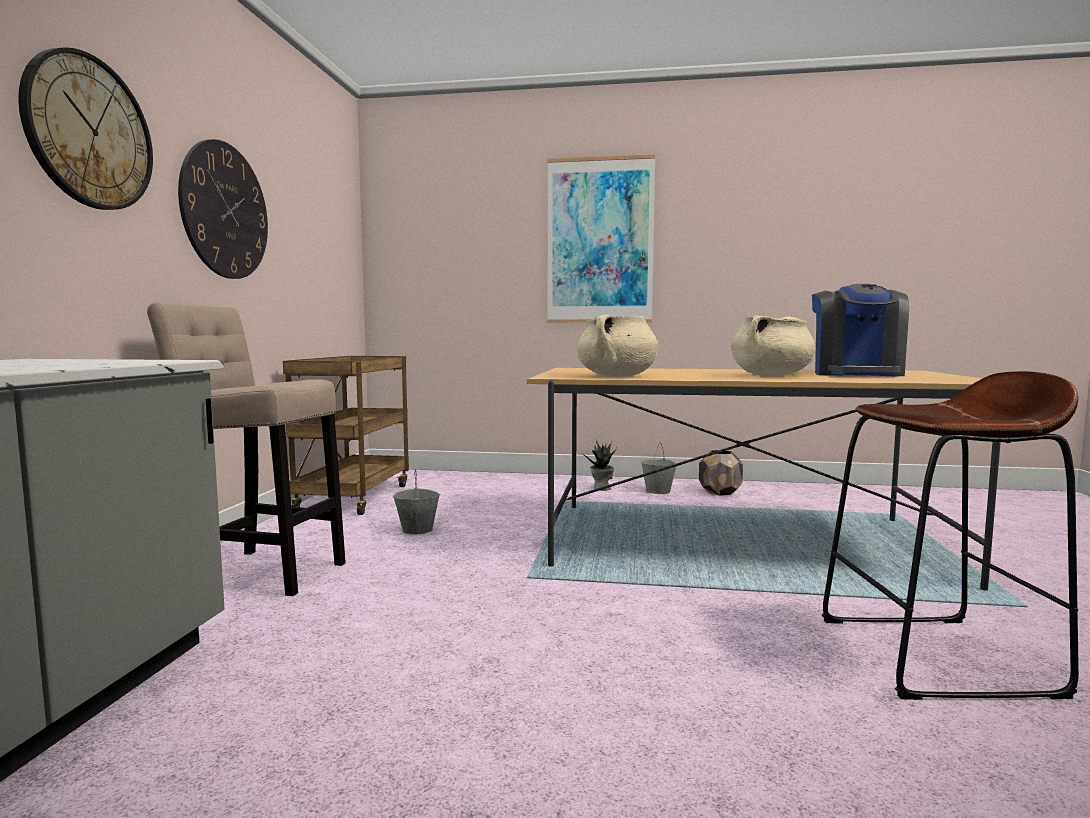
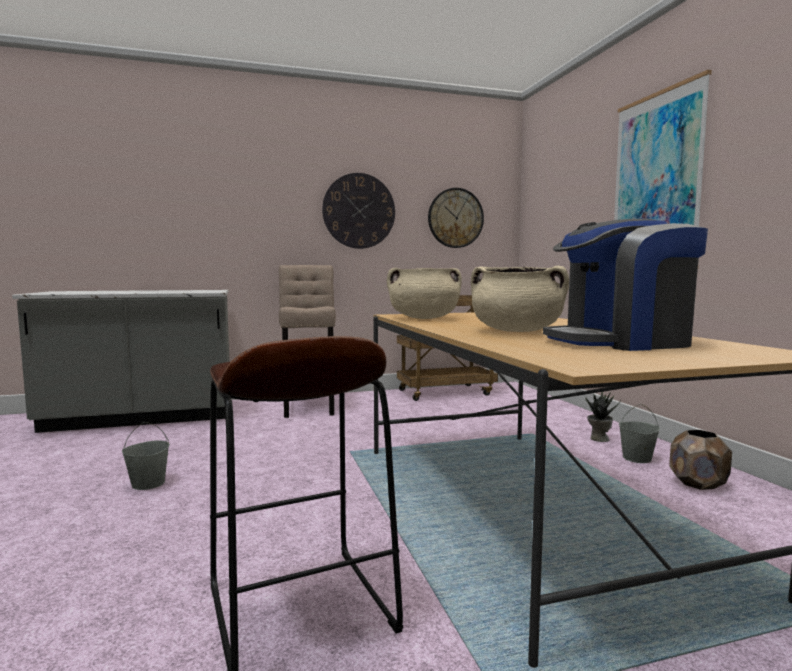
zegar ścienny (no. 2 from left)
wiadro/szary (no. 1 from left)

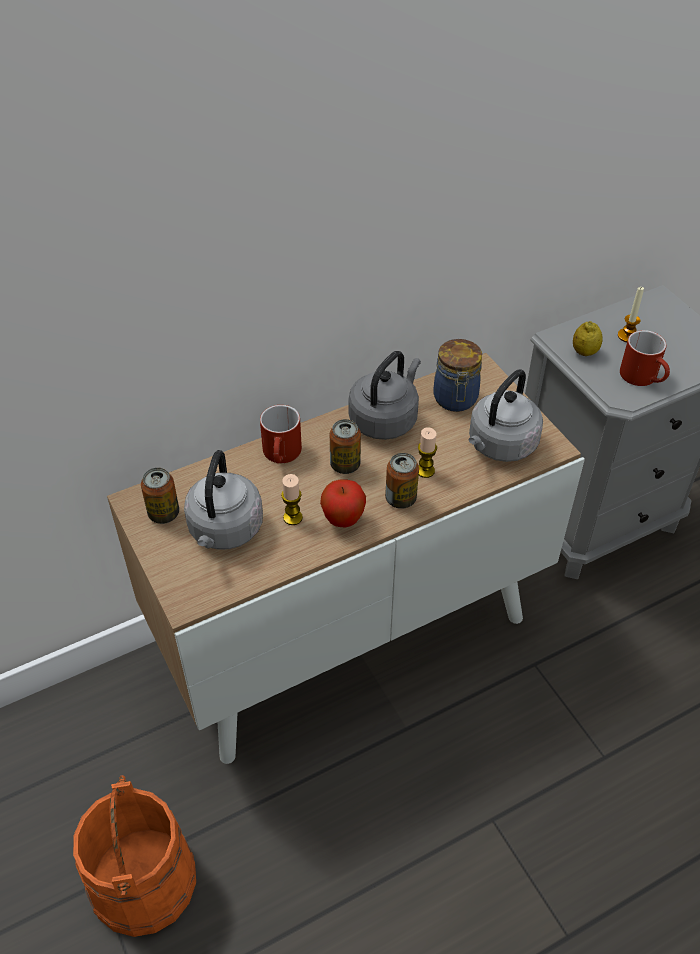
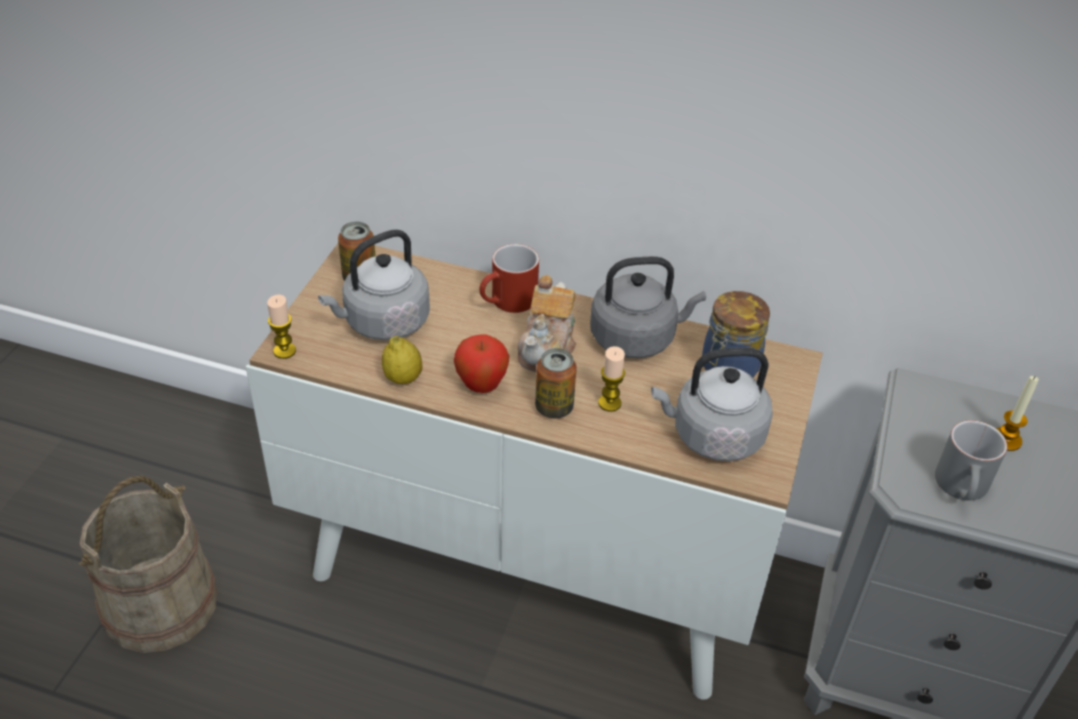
cytryna
kubek/szary
imbryk
świeca (no. 1 from left)
wiadro/beżowy

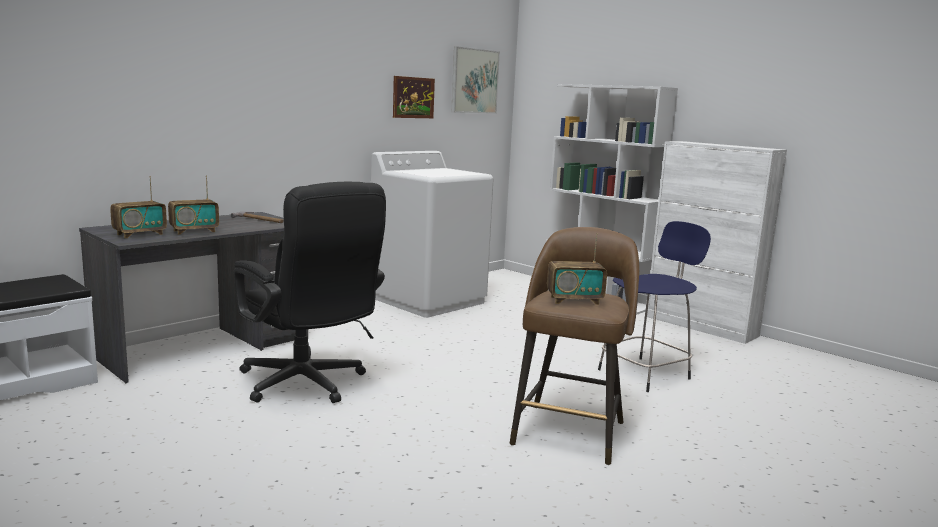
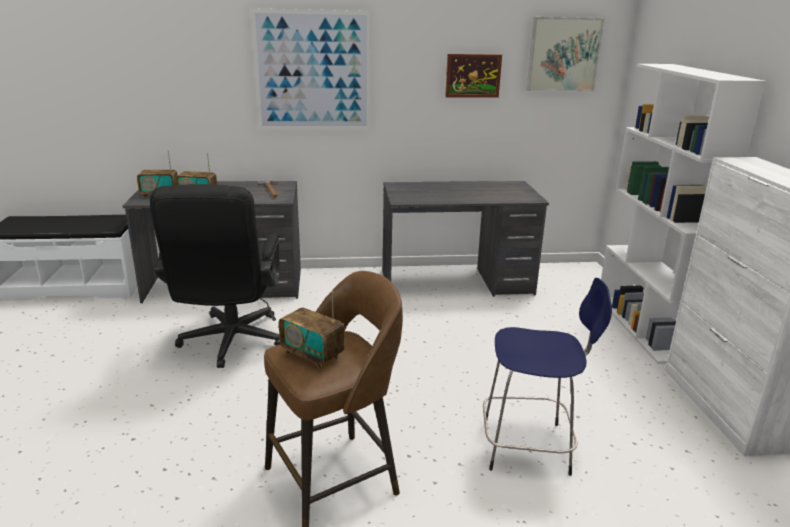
biurko/szary (no. 2 from left)
obraz (no. 1 from left)

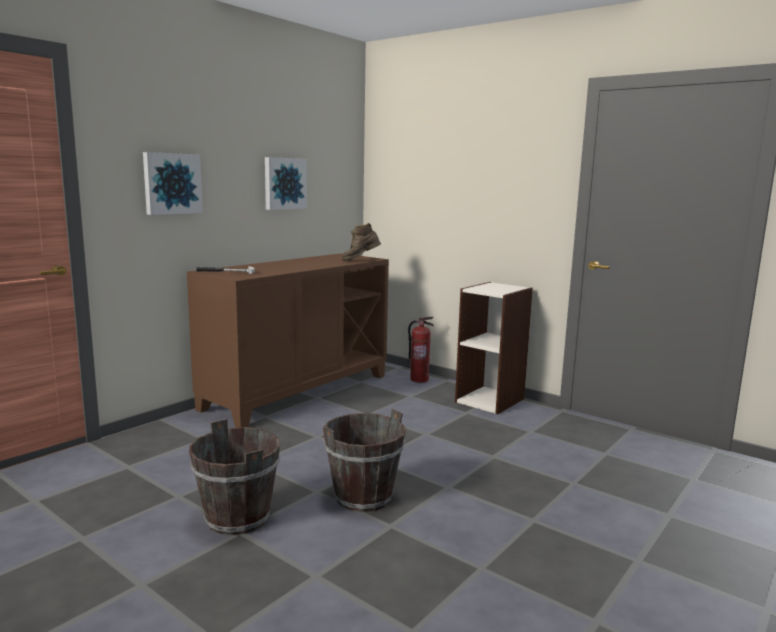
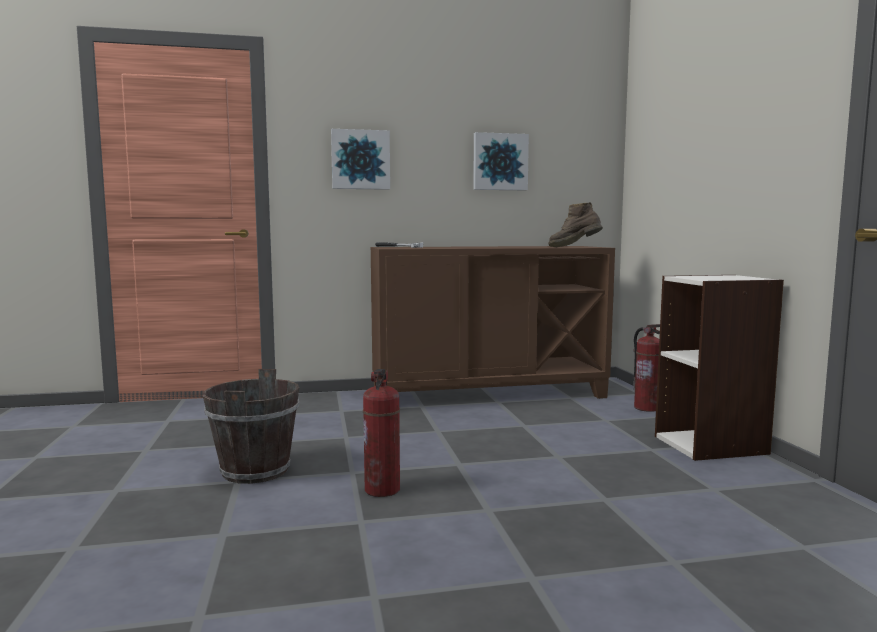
gaśnica (no. 1 from left)

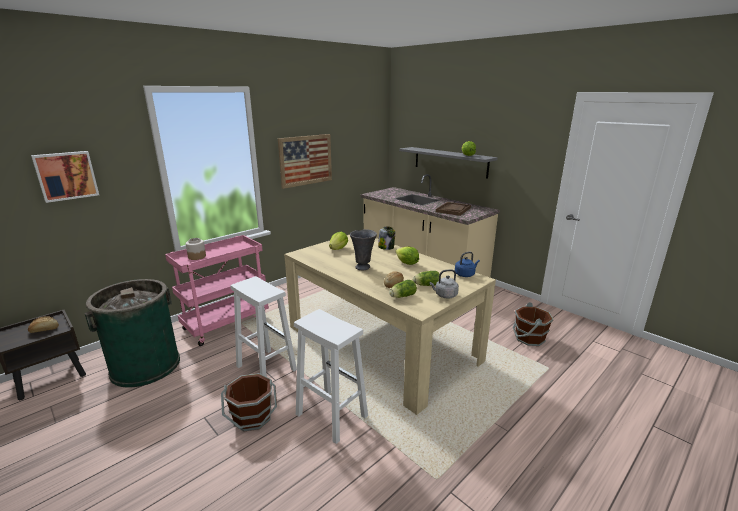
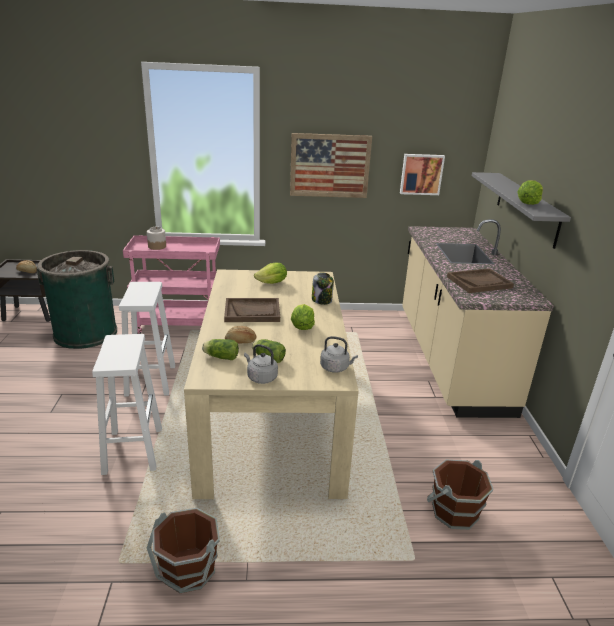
obraz (no. 2 from left)
taca/brązowy (no. 1 from left)
czajnik/szary (no. 2 from left)
wiadro/brązowy (no. 1 from left)

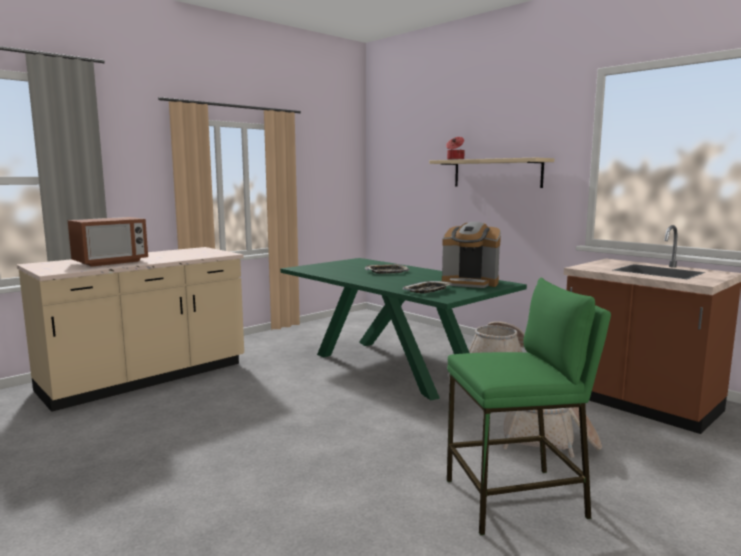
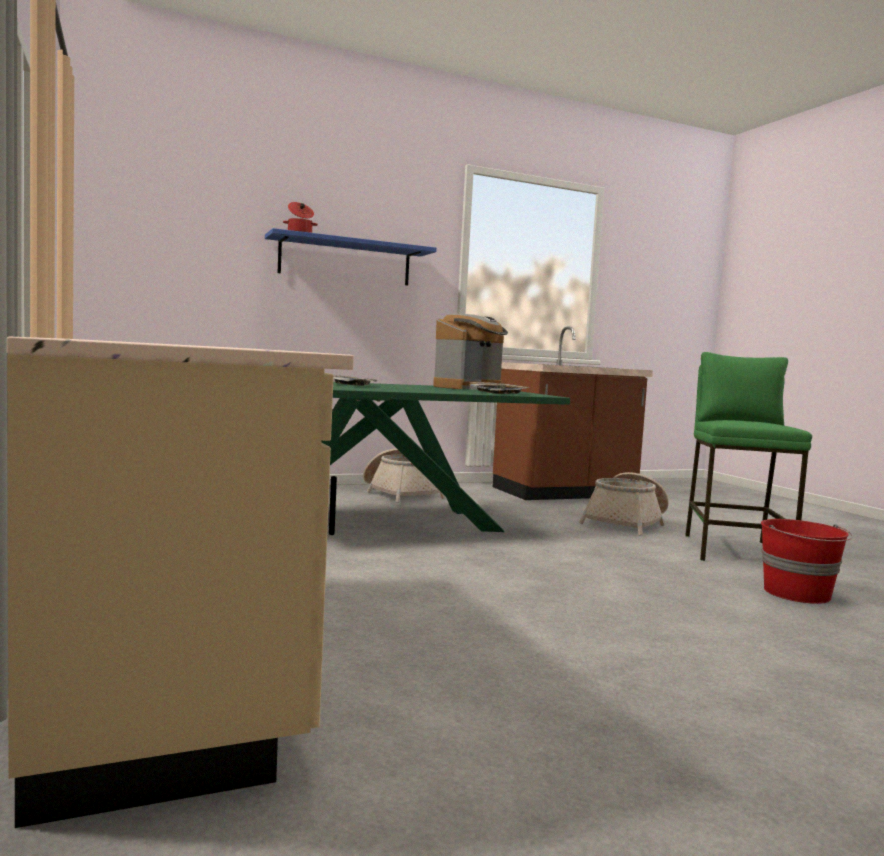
półka/niebieski
mikrofalówka
wiadro/czerwony

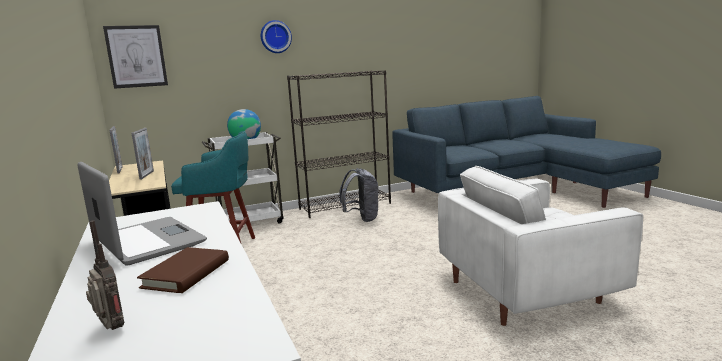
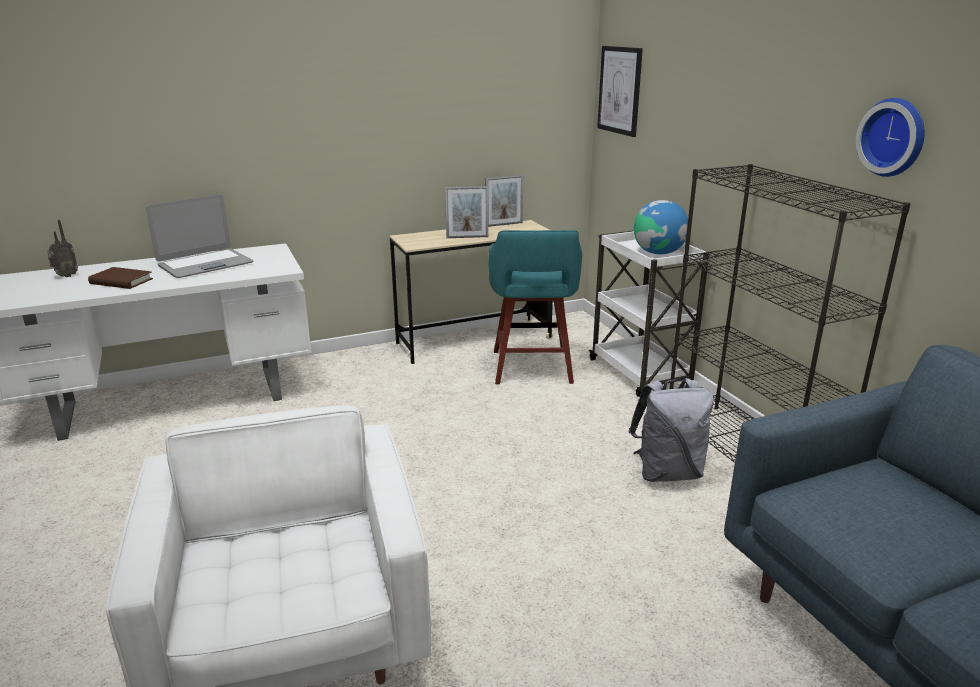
zegar ścienny

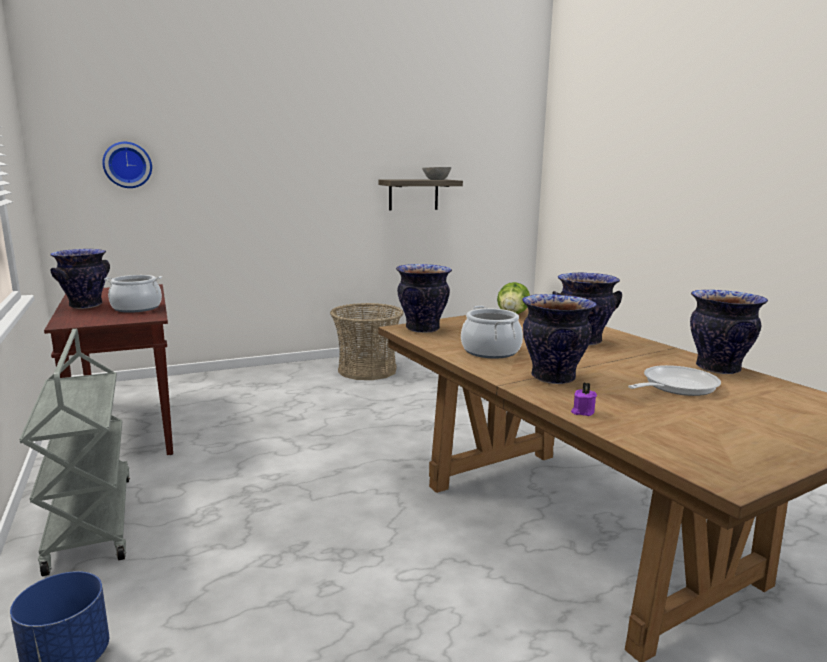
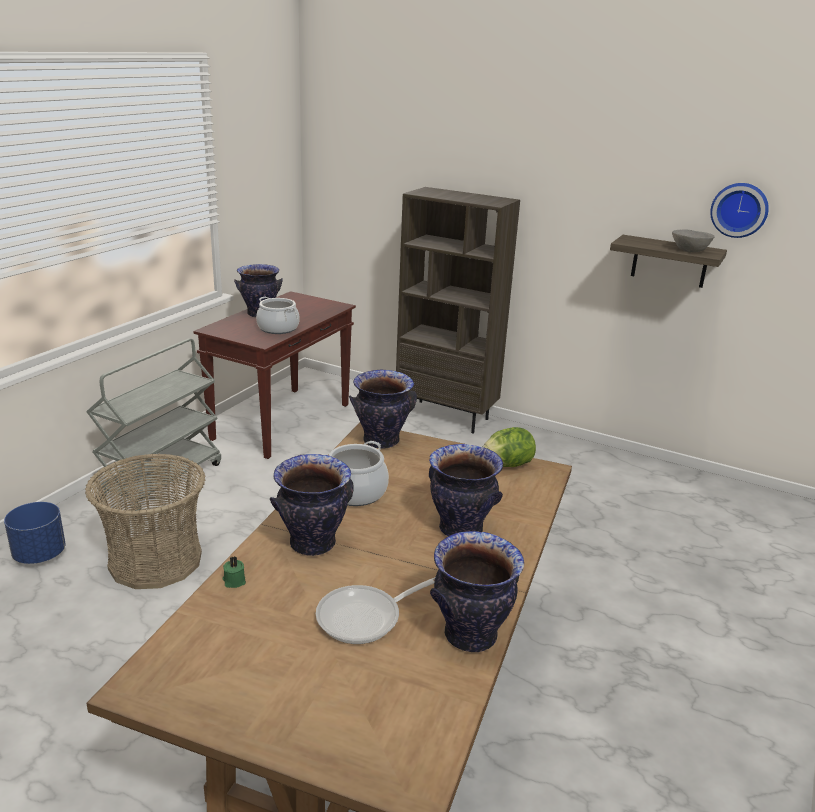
zegar ścienny
koszyk
patelnia
świeca/zielony
regał/brązowy

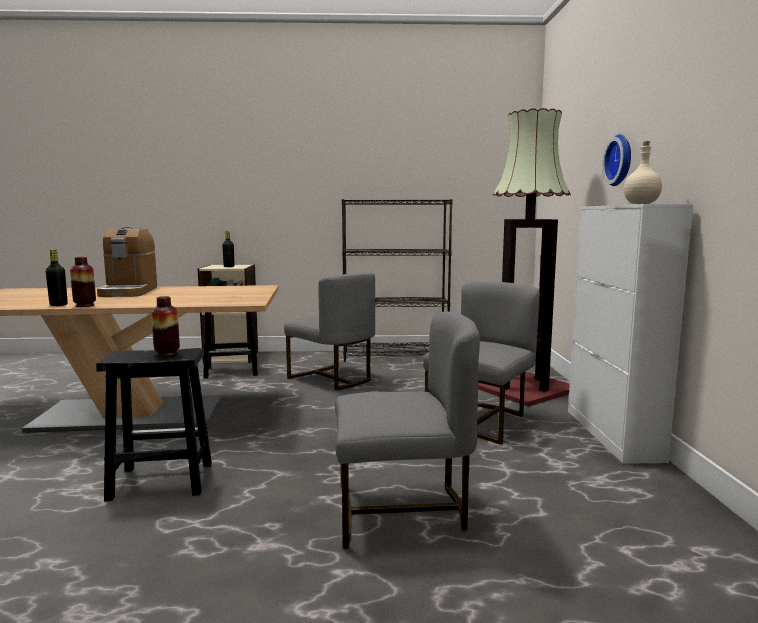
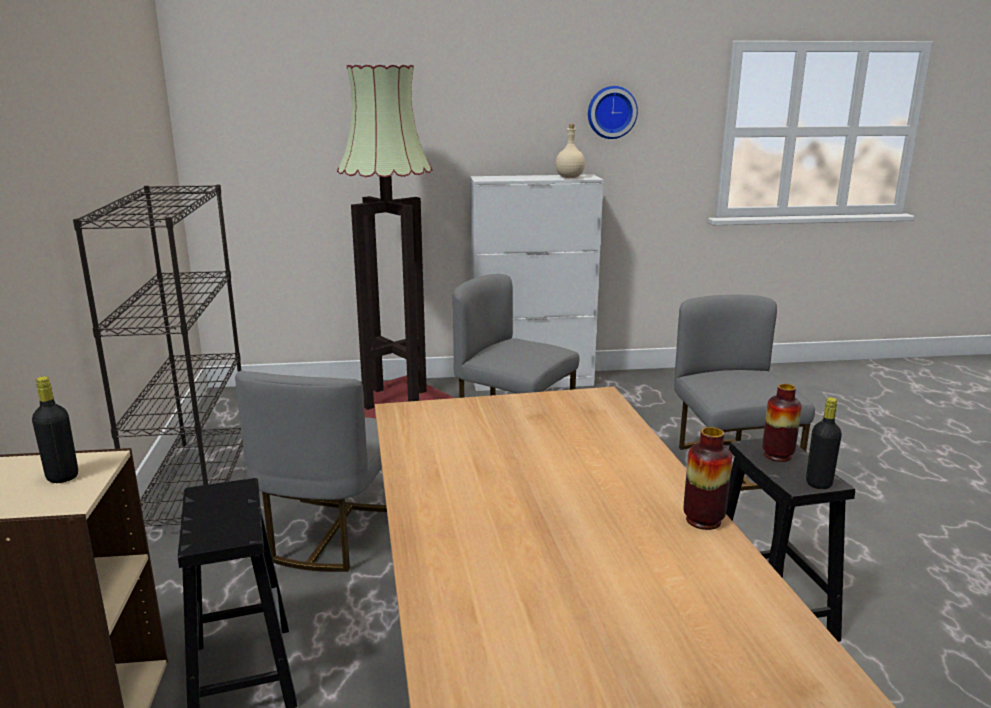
zegar ścienny
ekspres do kawy
butelka/czarny (no. 2 from left)
krzesło/szary (no. 1 from left)

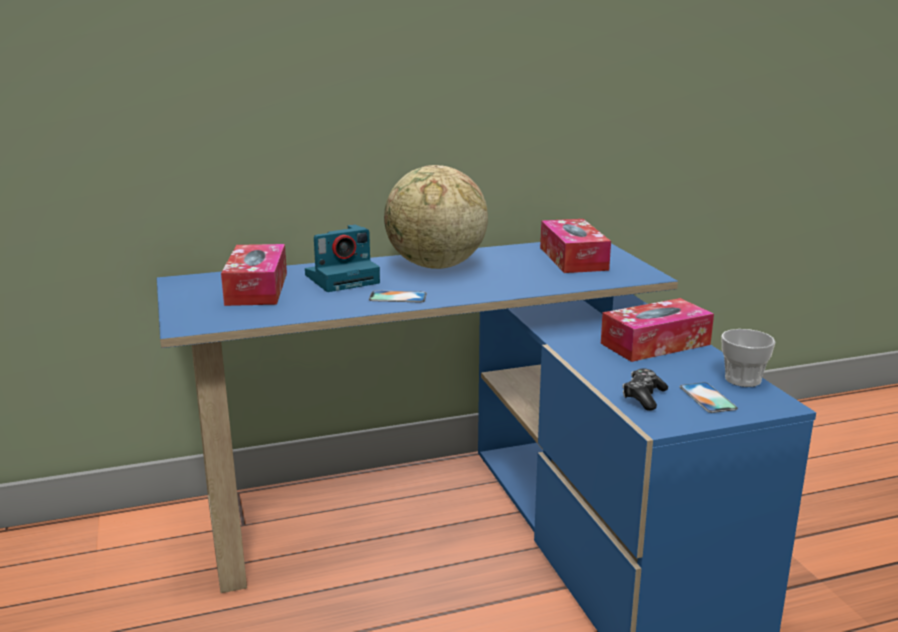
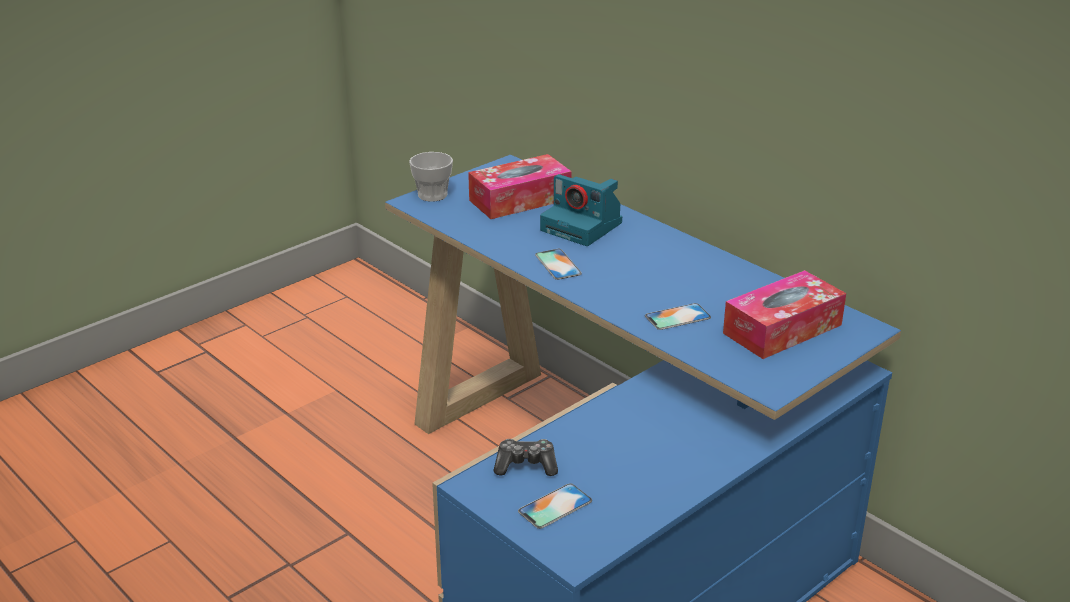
globus
pudełko chusteczek (no. 3 from left in the first image)
filiżanka
telefon (no. 3 from left)

